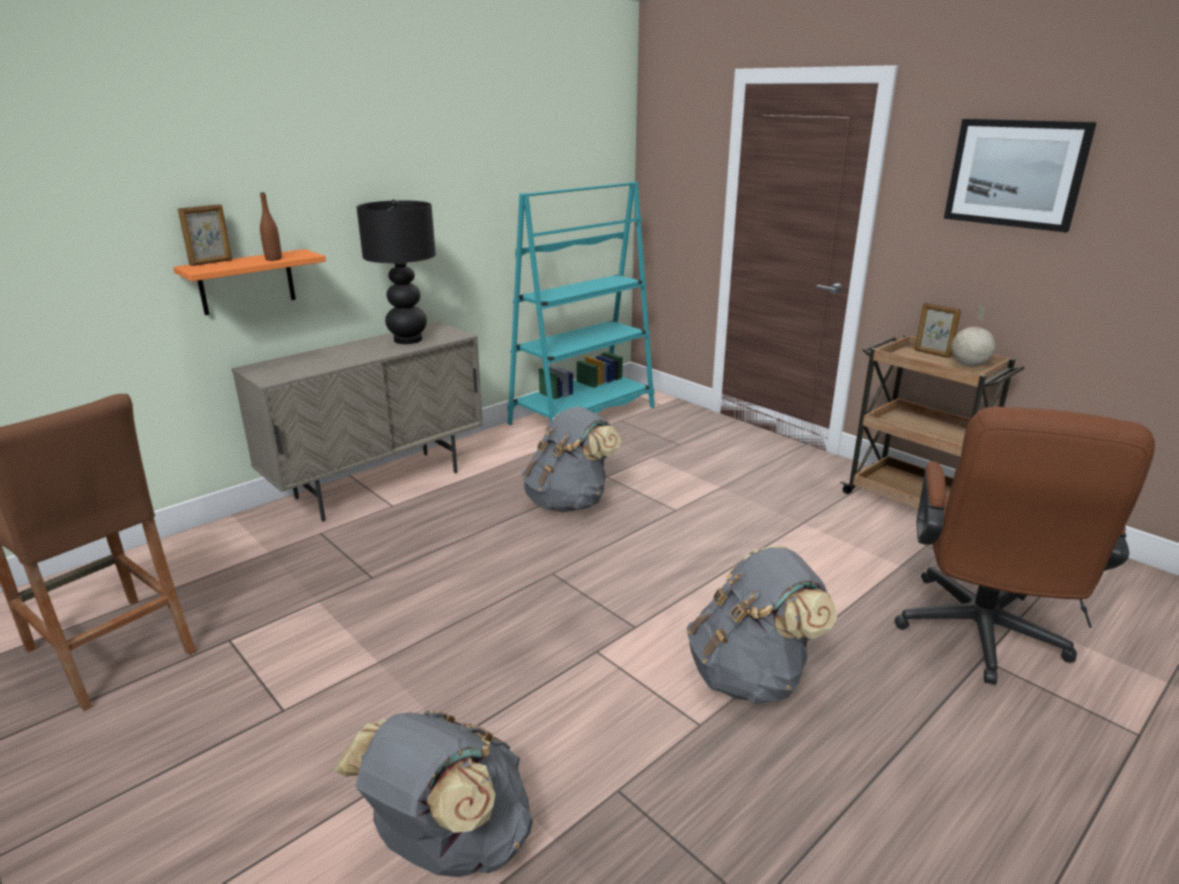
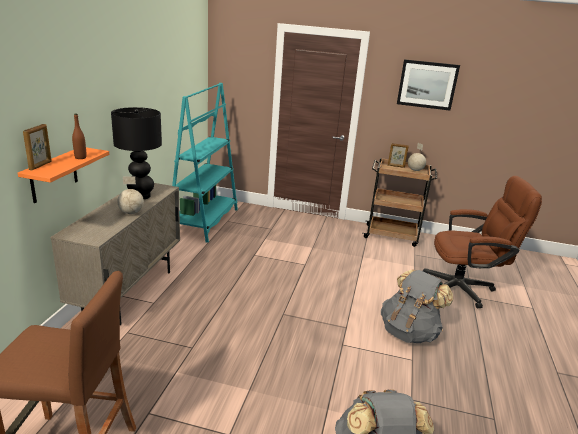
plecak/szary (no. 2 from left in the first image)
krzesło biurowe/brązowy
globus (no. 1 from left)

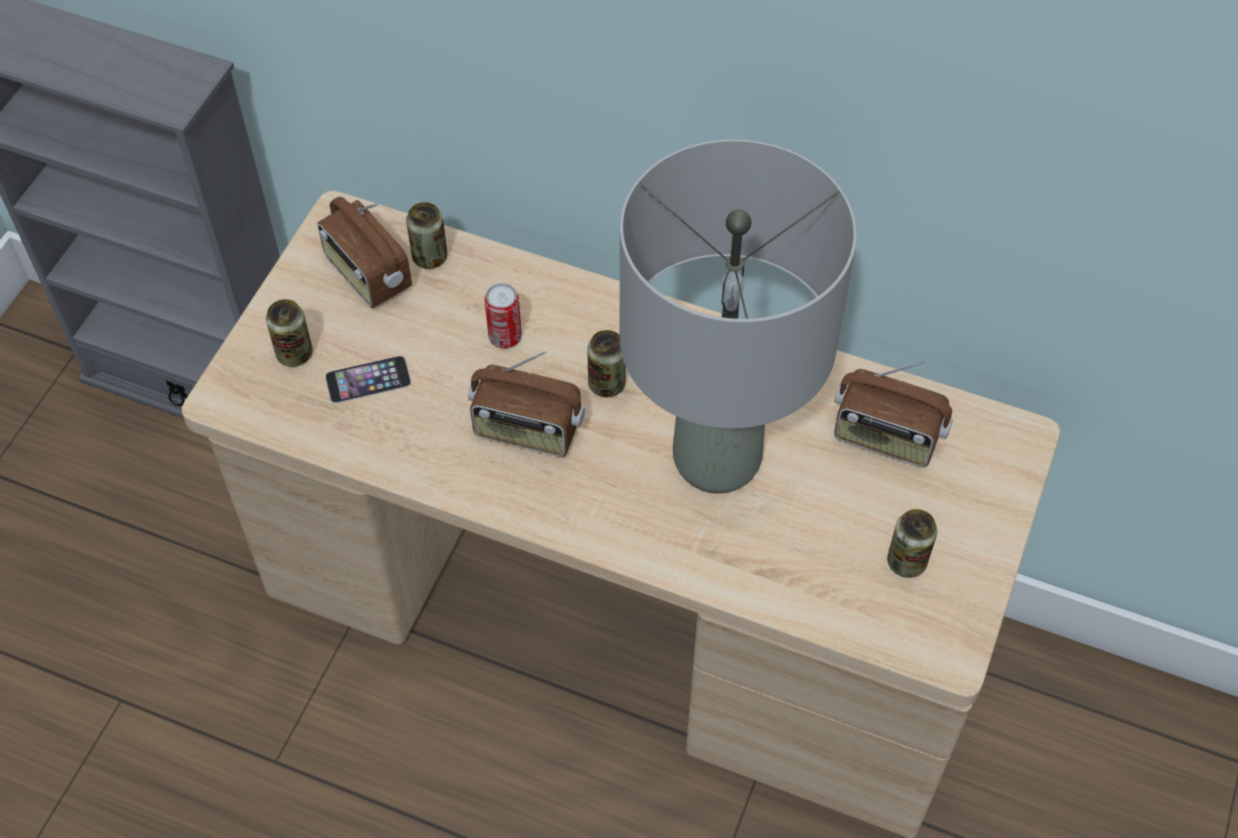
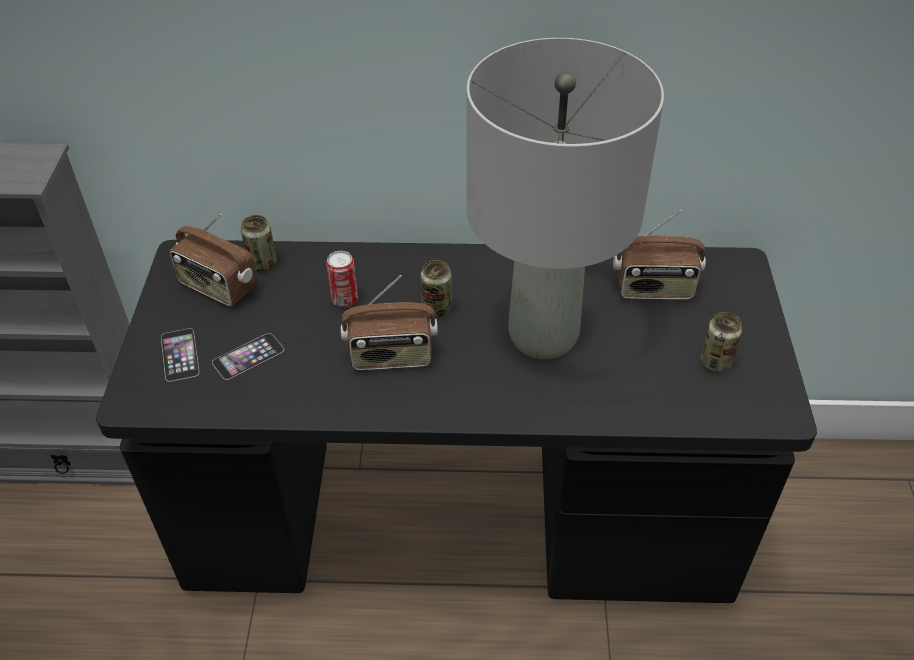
biurko/czarny
telefon (no. 1 from left)

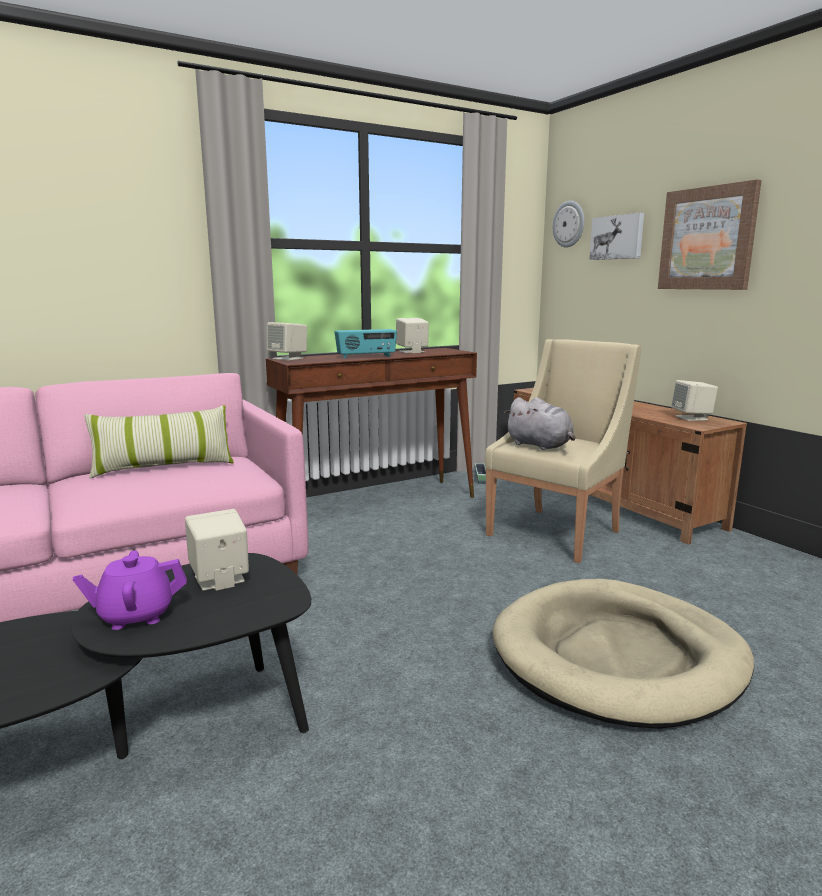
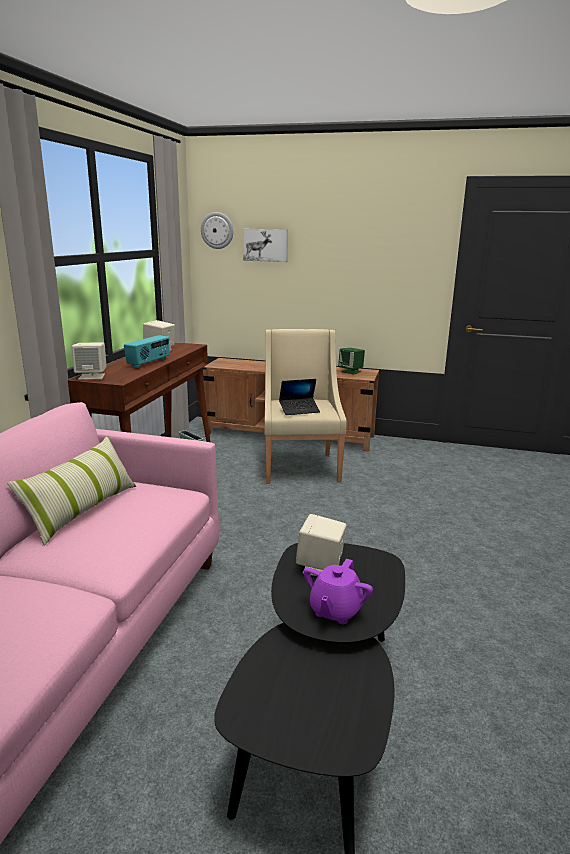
obraz (no. 2 from left in the first image)
głośnik/zielony
laptop
legowisko/beżowy

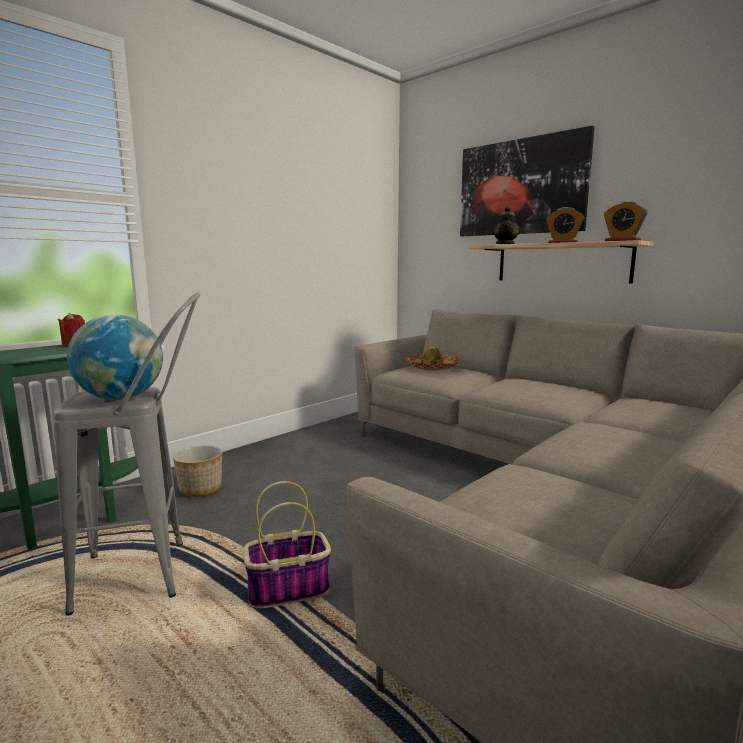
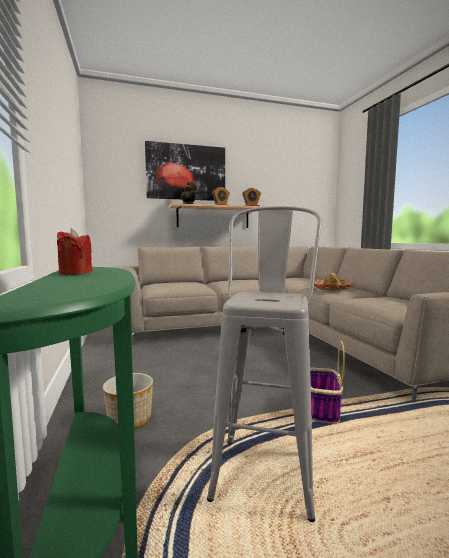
globus
kapelusz

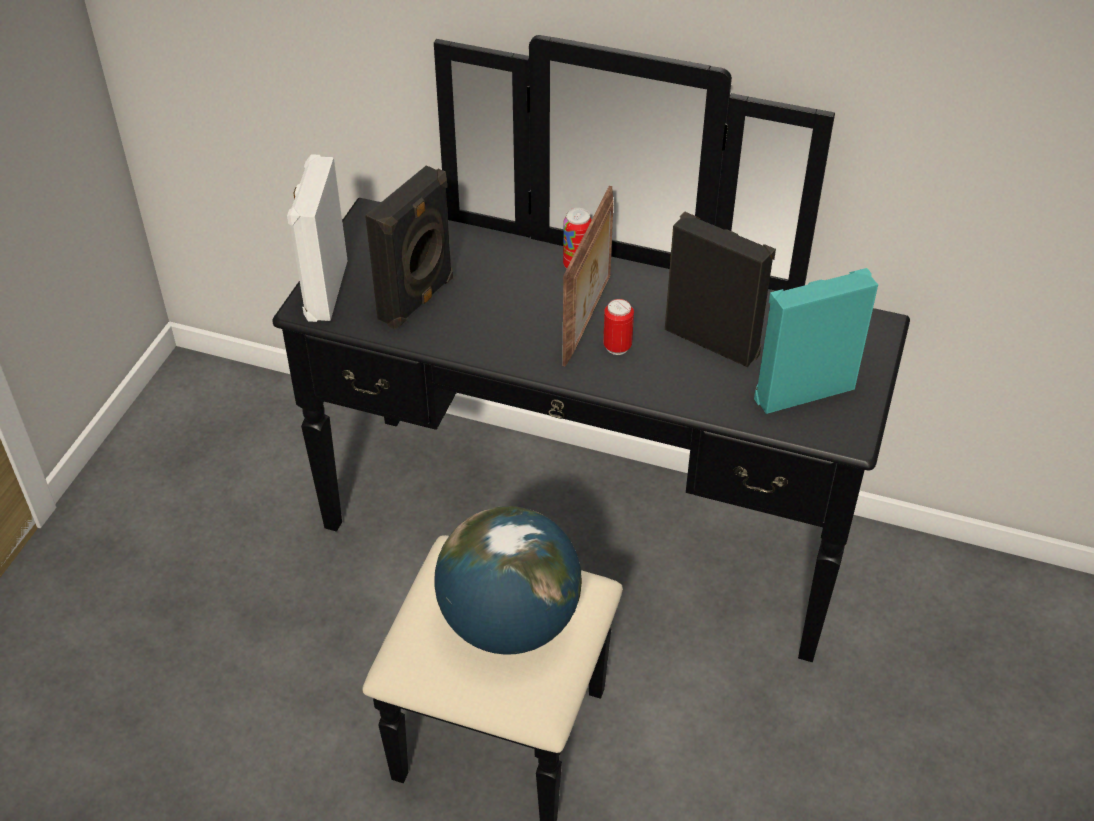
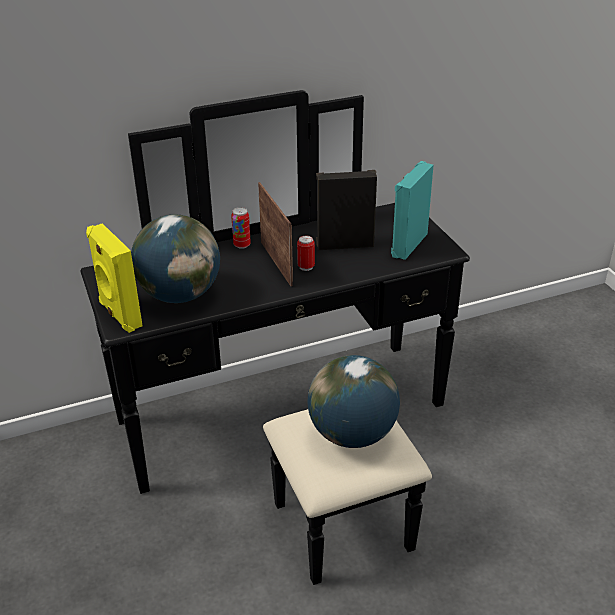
głośnik/żółty
globus (no. 1 from left)

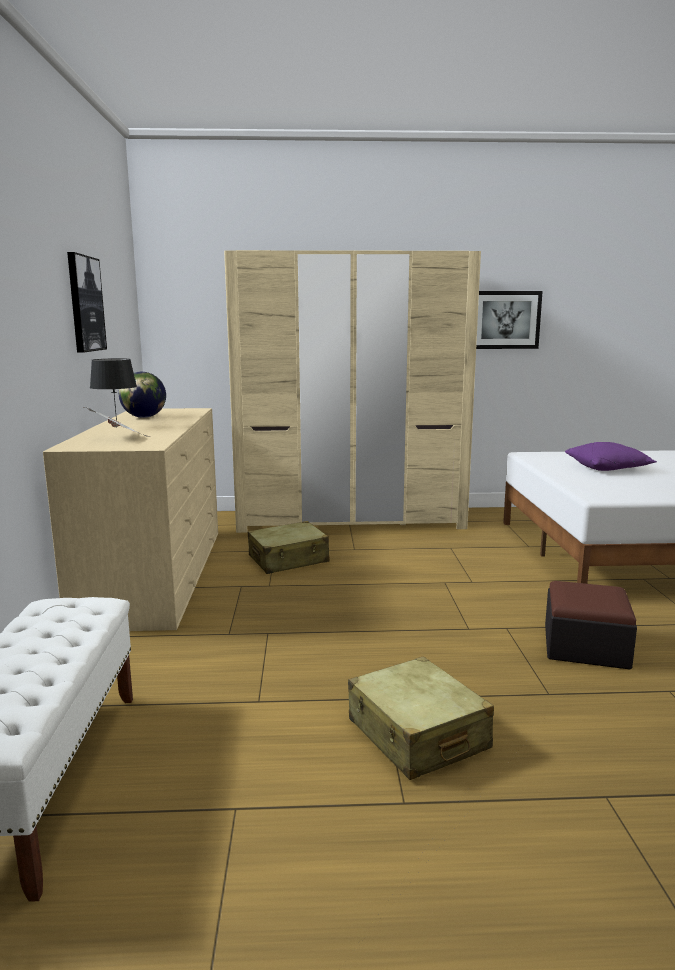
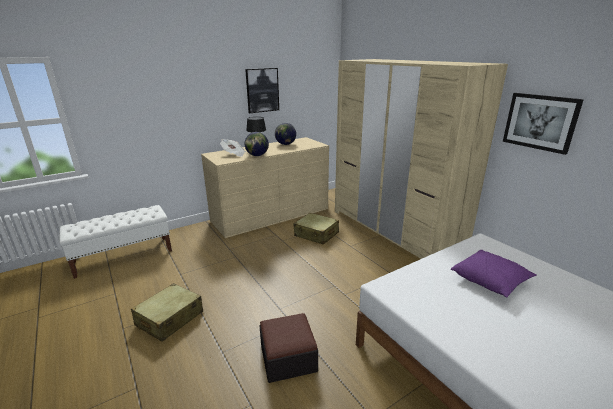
globus (no. 1 from left)

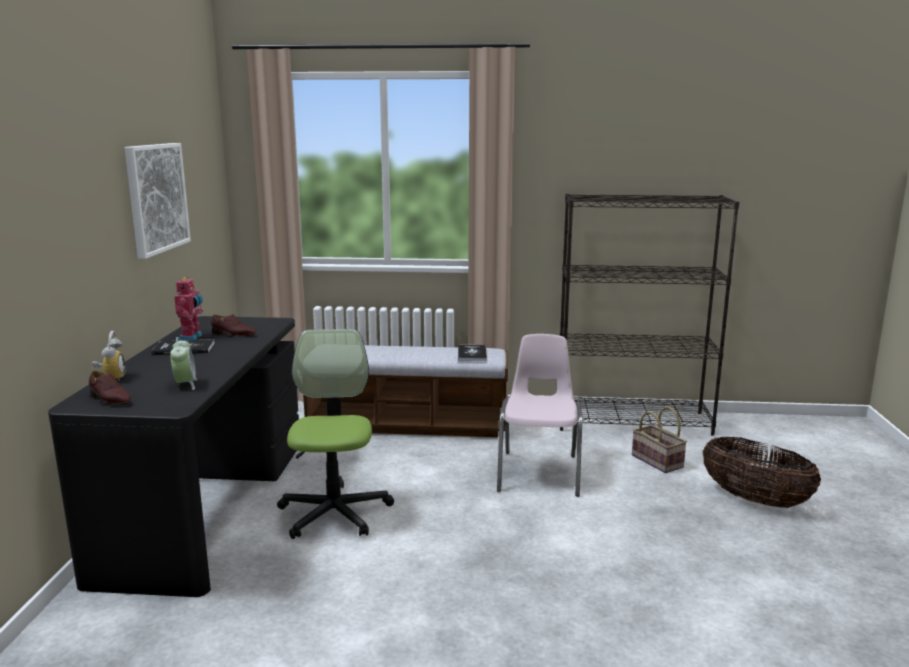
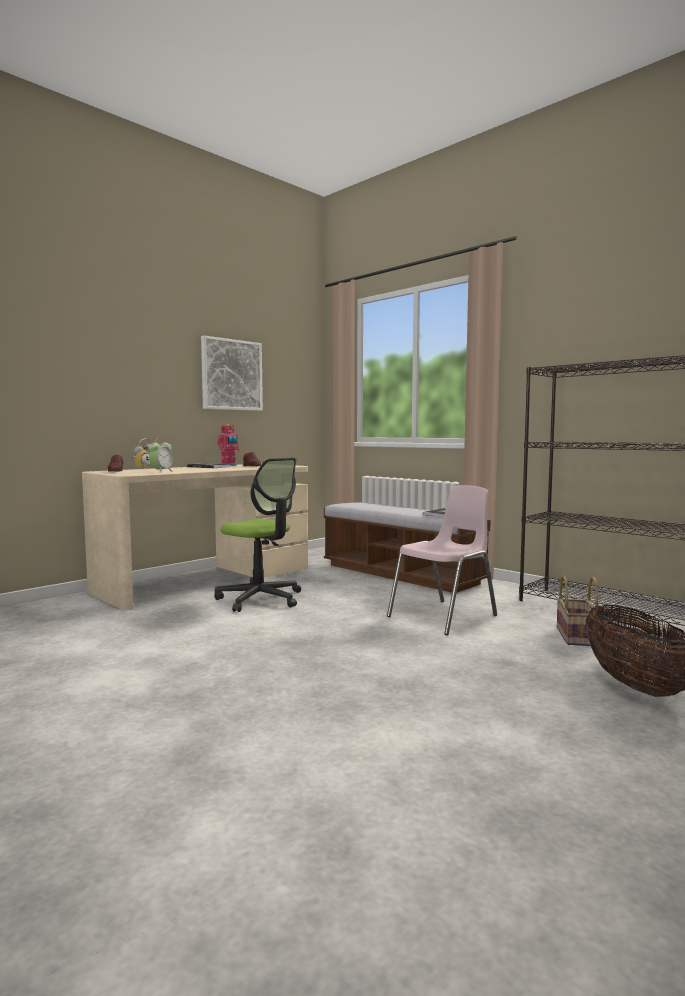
biurko/beżowy
krzesło biurowe

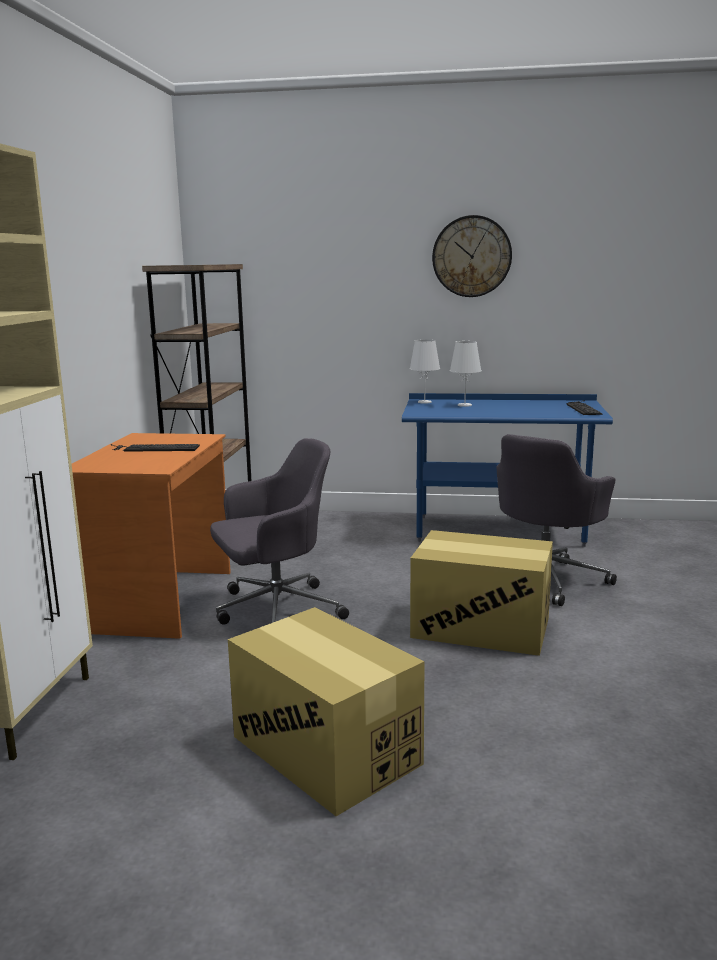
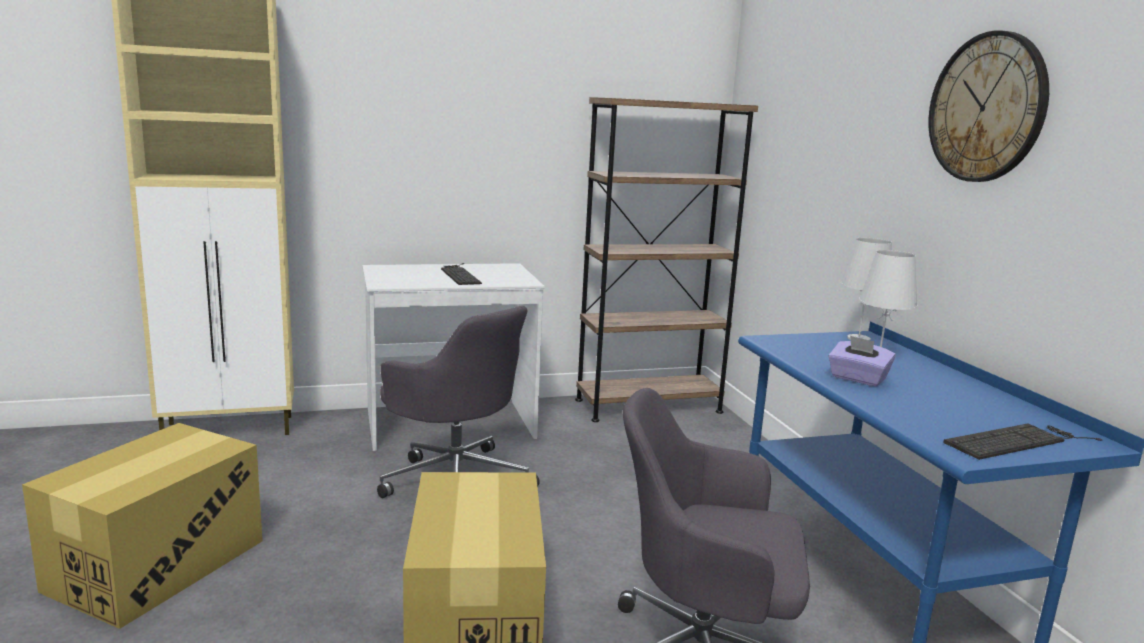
biurko/biały
pudełko chusteczek/fioletowy

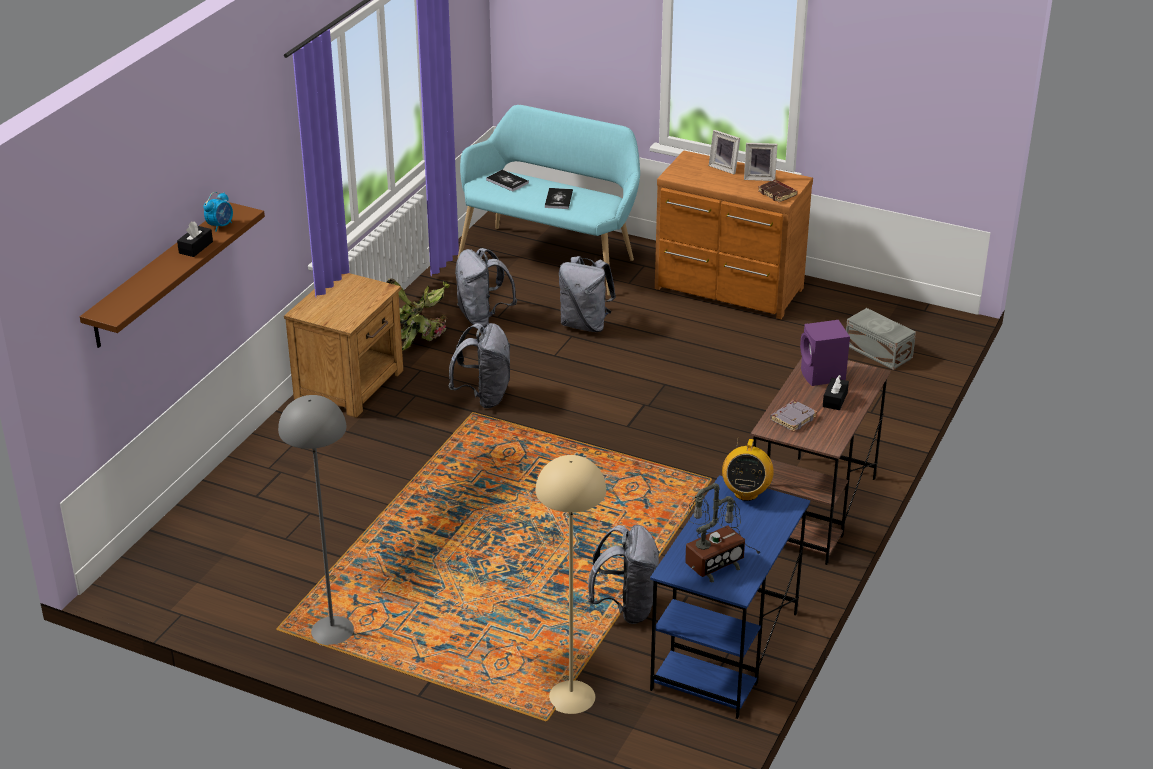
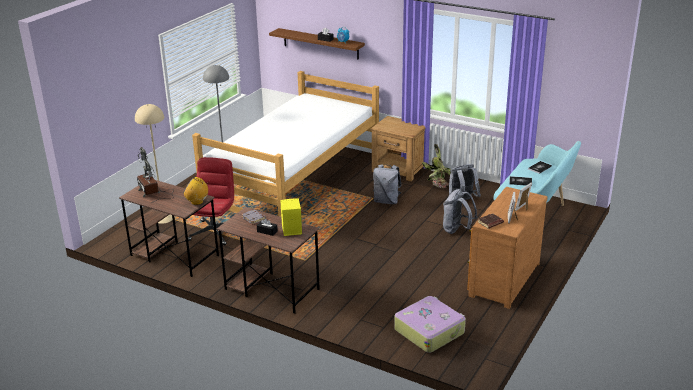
walizka
głośnik/żółty
biurko/brązowy (no. 1 from left)
krzesło biurowe/czerwony
łóżko

